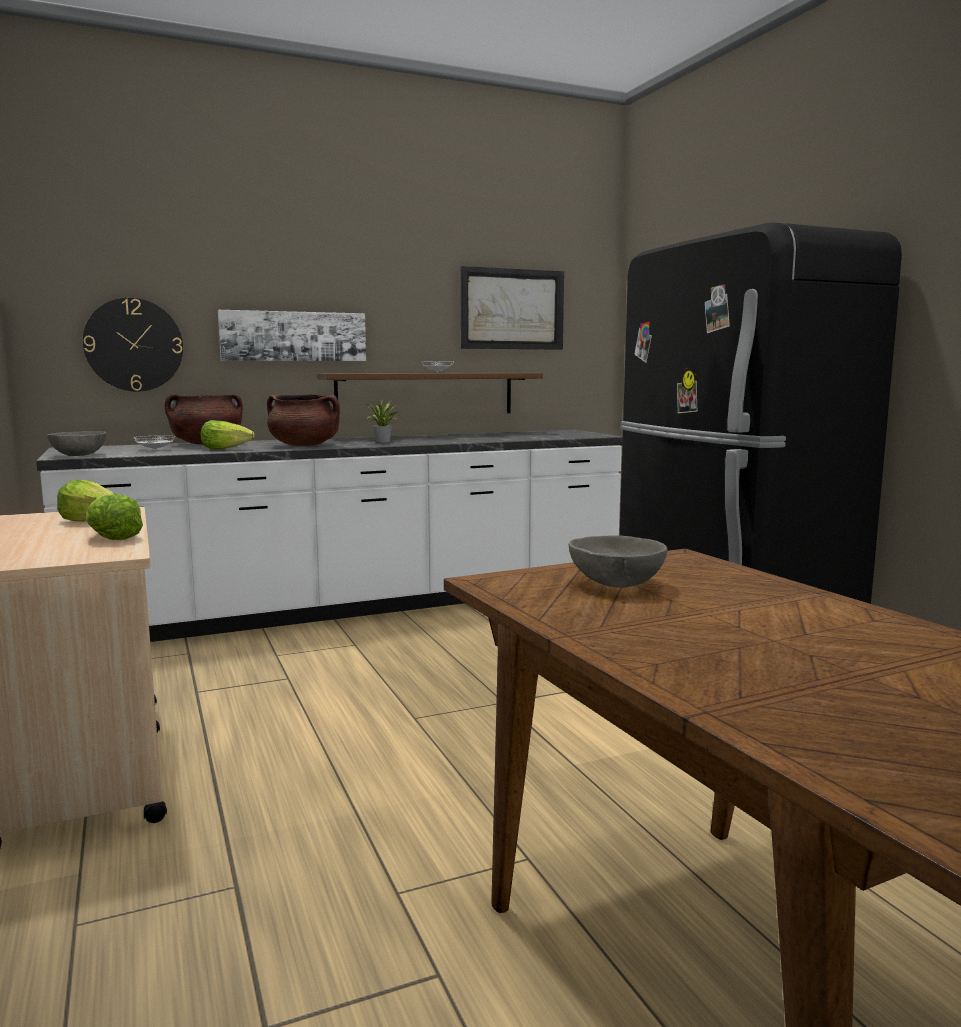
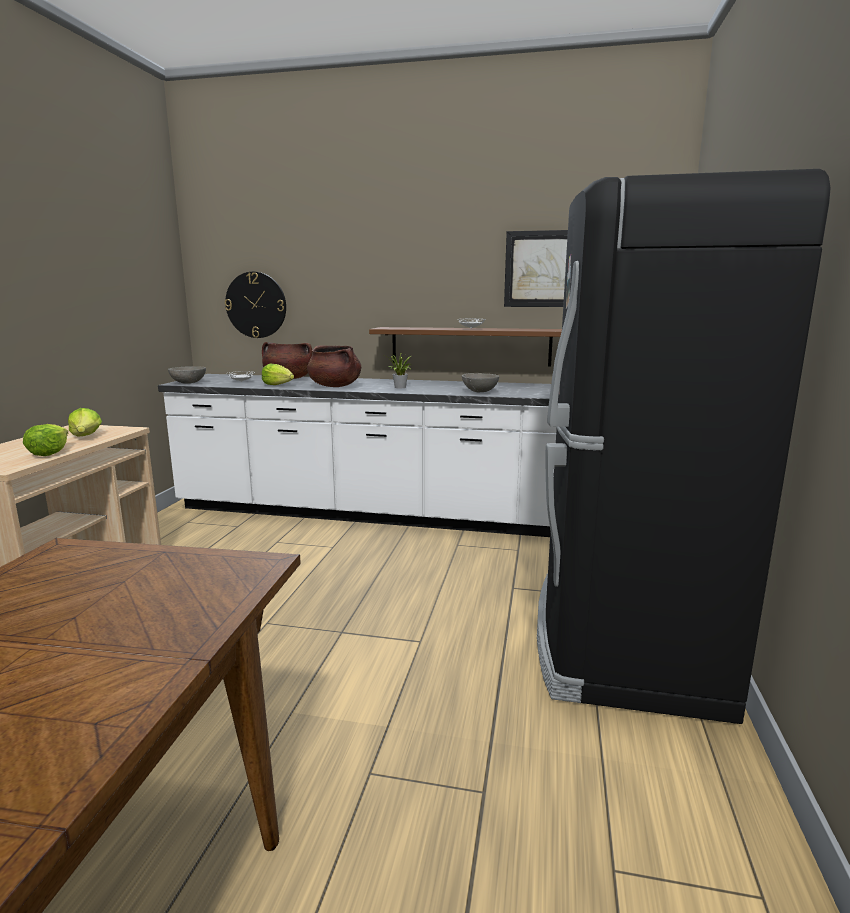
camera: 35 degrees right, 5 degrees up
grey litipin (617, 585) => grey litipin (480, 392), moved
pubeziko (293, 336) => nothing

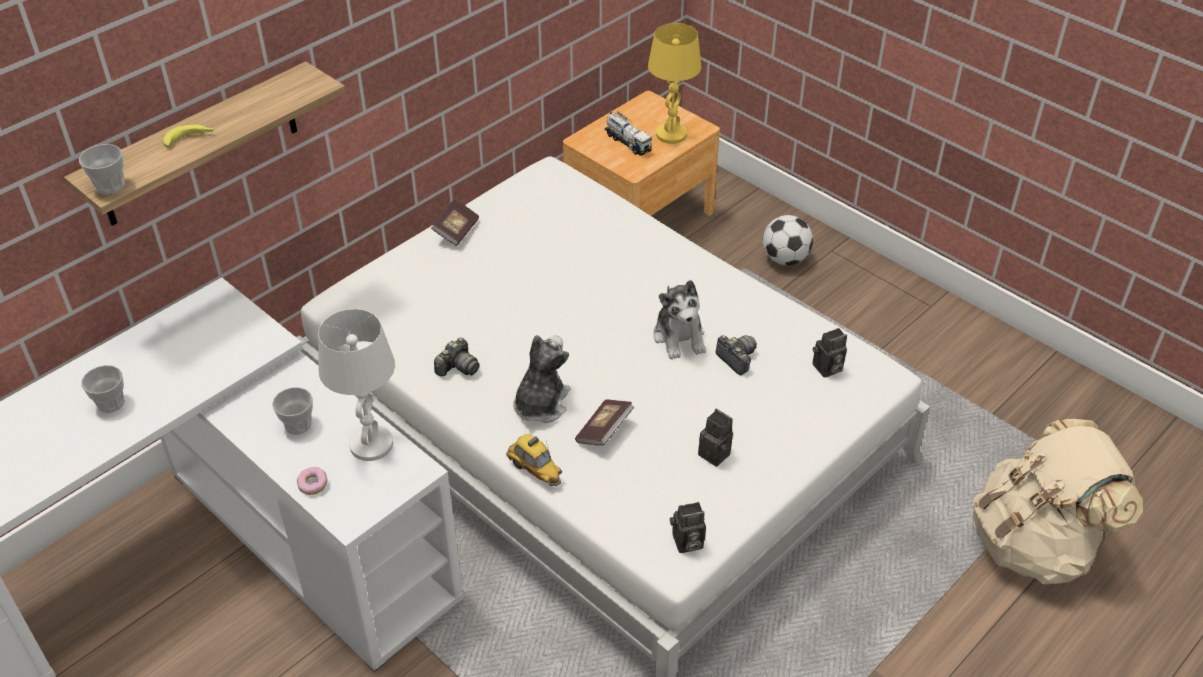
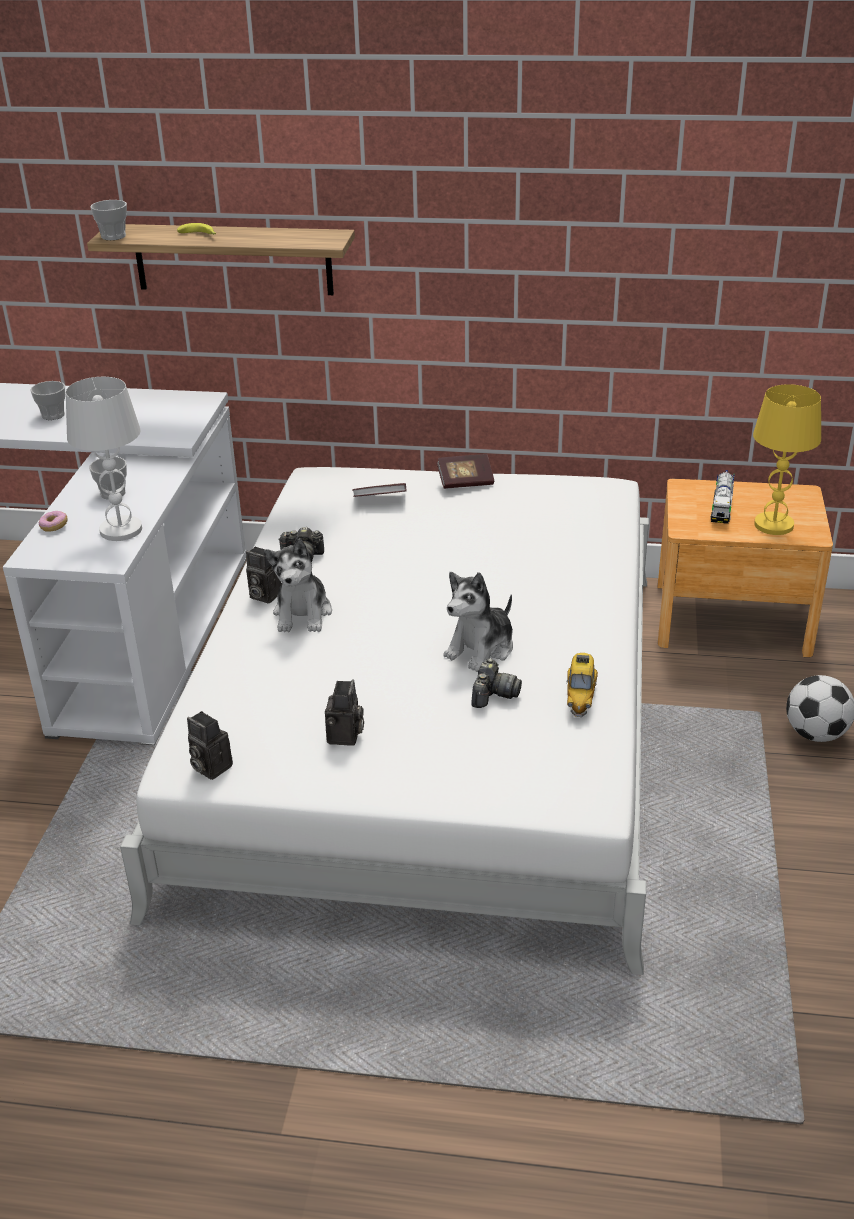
camera: 55 degrees right, 10 degrees down
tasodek (827, 369) => tasodek (263, 595), moved
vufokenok (540, 404) => vufokenok (303, 614), 105 degrees clockwise
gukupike (604, 431) => gukupike (380, 500), moved
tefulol (535, 470) => tefulol (580, 698), moved
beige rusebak (1035, 544) => nothing

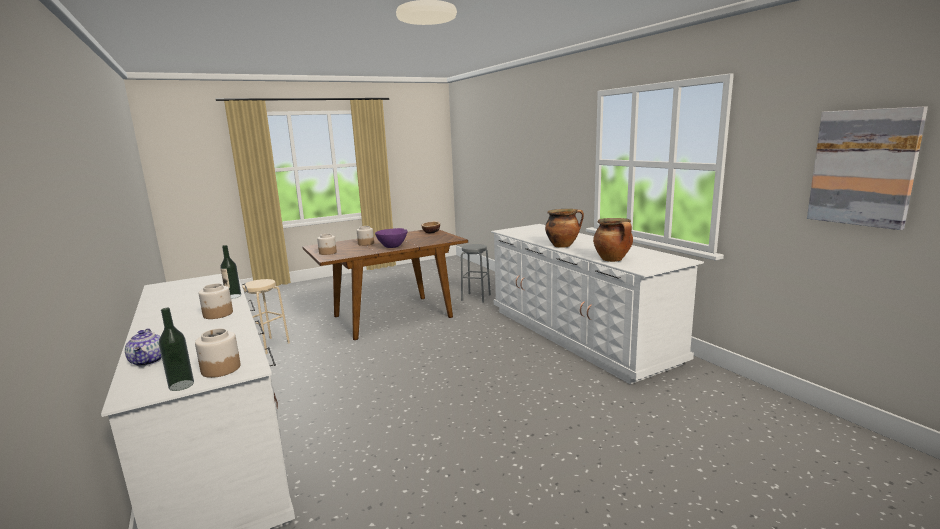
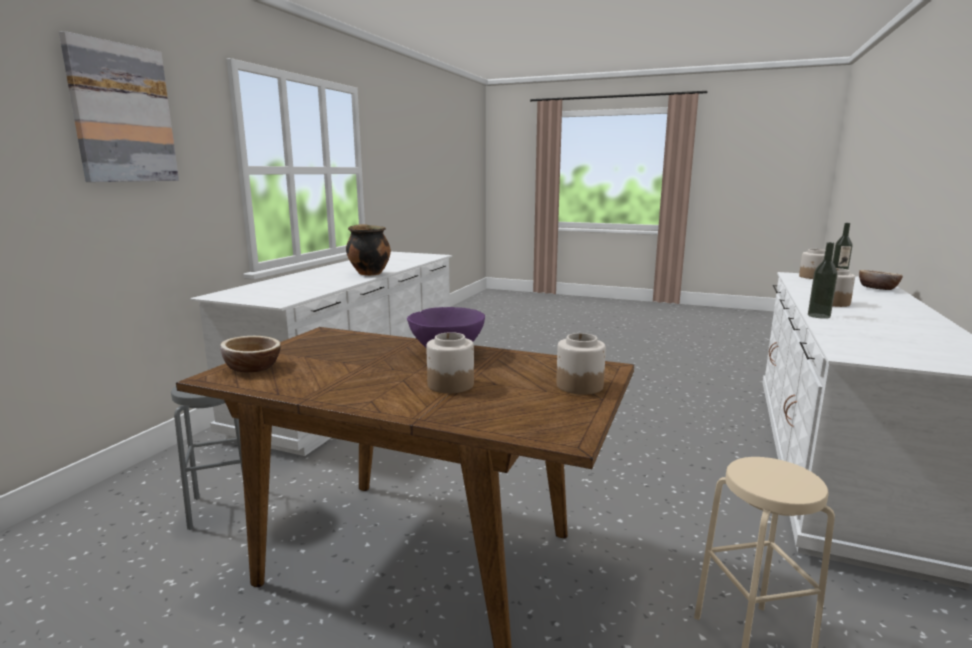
camera: 130 degrees left, 0 degrees up
pubeziko (863, 167) => pubeziko (122, 114), moved
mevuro (149, 361) => litipin (877, 288)
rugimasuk (613, 260) => nothing

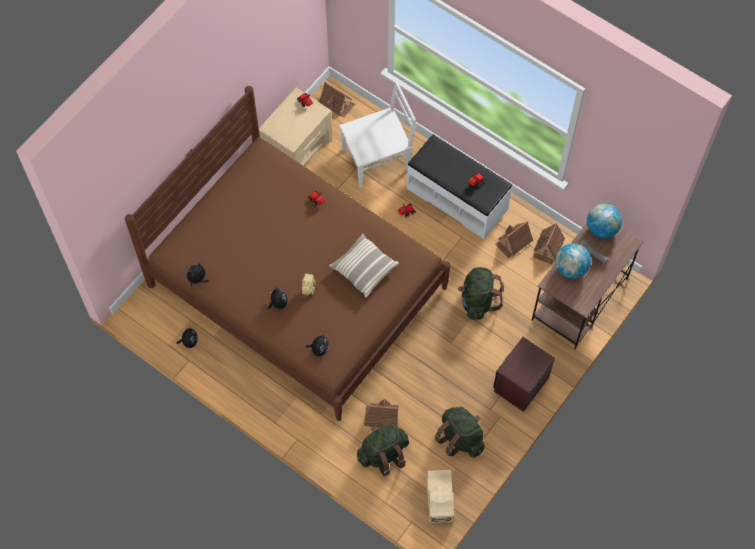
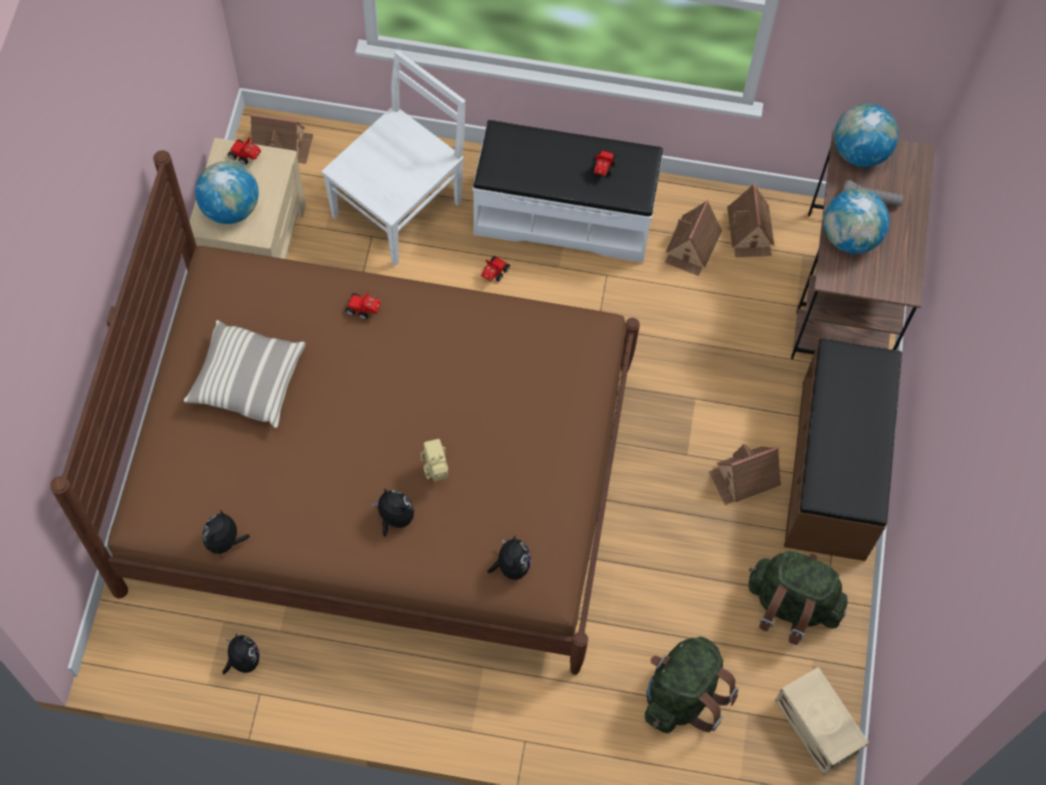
camera: 30 degrees left, 0 degrees up
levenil (364, 269) => levenil (247, 381), moved
nothing => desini (231, 208)
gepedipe (381, 416) => gepedipe (744, 477), moved
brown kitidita (521, 384) => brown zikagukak (834, 469)
green rusebak (478, 300) => nothing

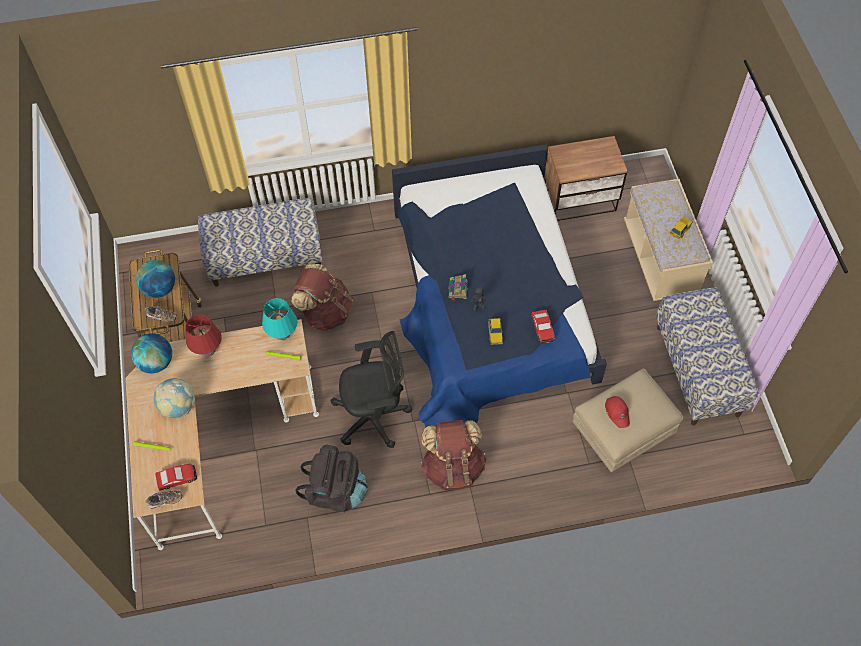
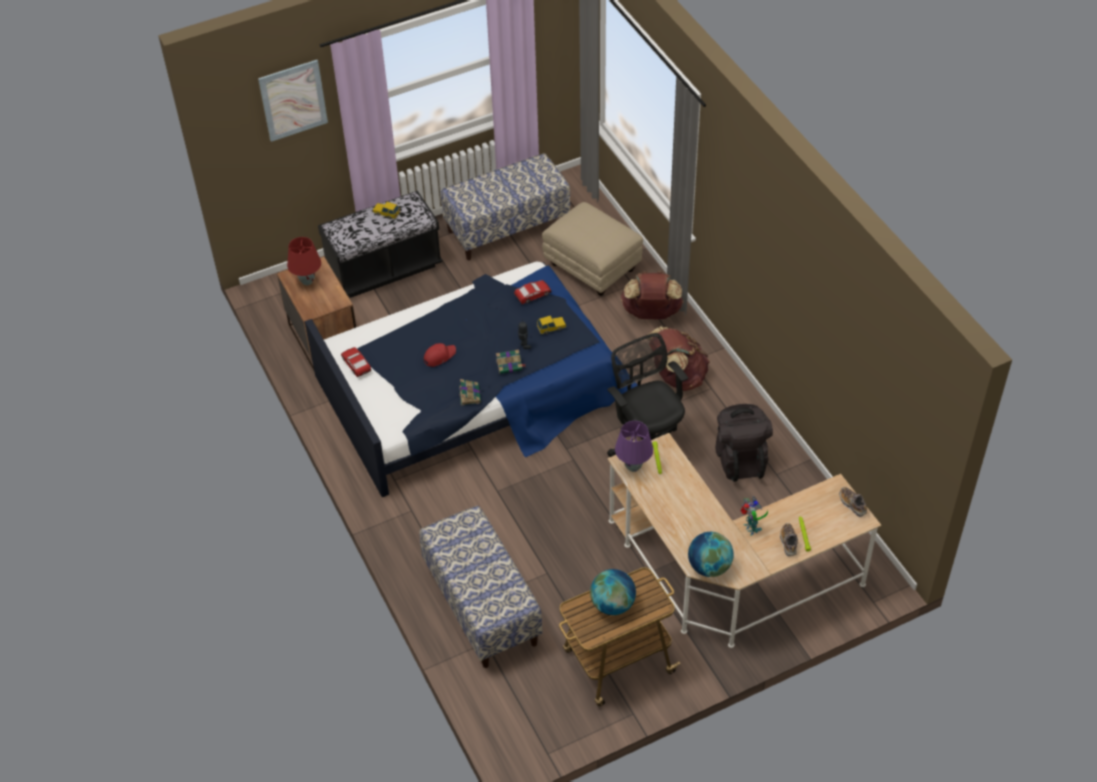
camera: 105 degrees left, 10 degrees down
nothing => pubeziko (293, 100)
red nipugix (208, 351) => red nipugix (307, 281), moved
beige zikagukak (660, 258) => black zikagukak (384, 268)
tefulol (177, 478) => tefulol (356, 364), moved
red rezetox (617, 412) => red rezetox (439, 356), moved
nothing => gukupike (469, 395)
turquoise nipugix (282, 336) => purple nipugix (633, 467)
brown rusebak (325, 312) => brown rusebak (651, 314), moved
desini (178, 407) => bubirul (751, 529)
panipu (162, 316) => panipu (788, 542), moved

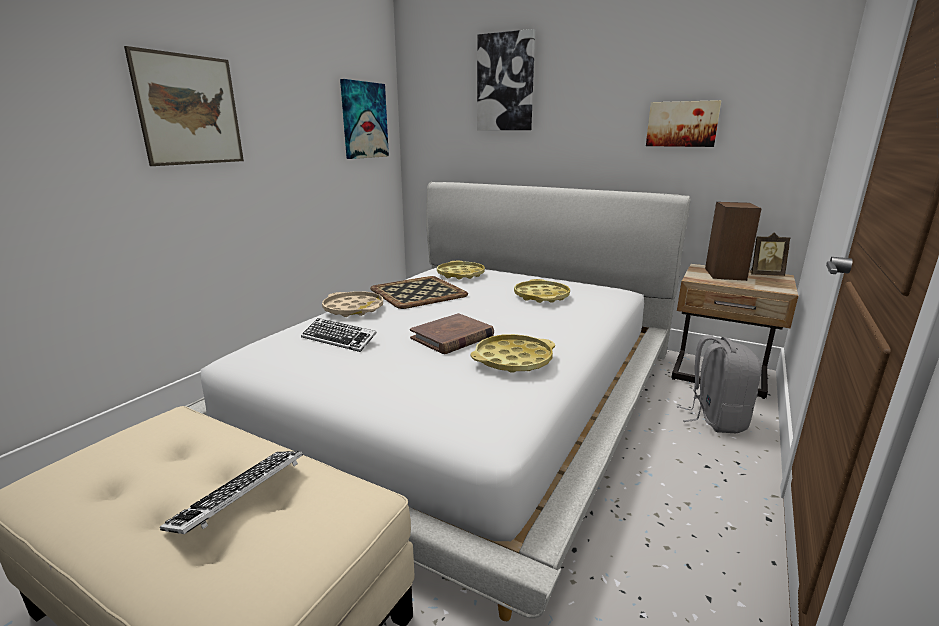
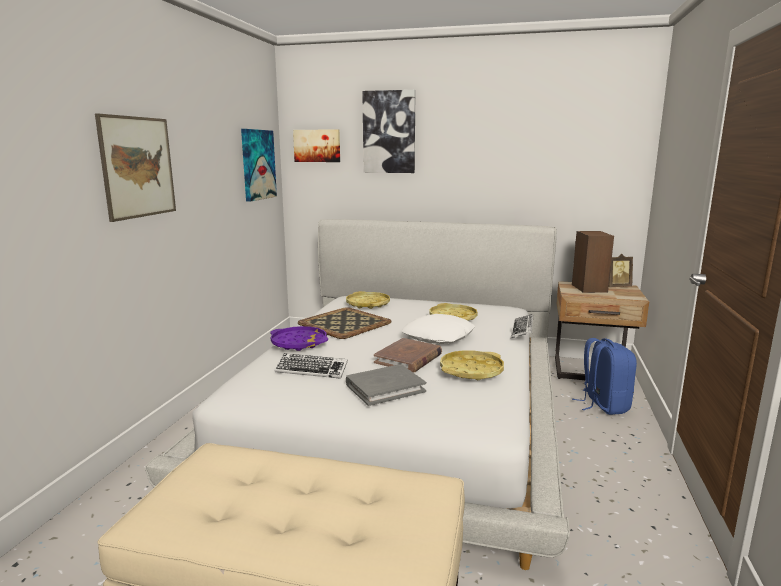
camera: 15 degrees left, 5 degrees down
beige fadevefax (353, 309) => purple fadevefax (299, 343)
pubeziko (682, 124) => pubeziko (317, 146), moved
nothing => grey gukupike (385, 388)
nothing => white levenil (439, 336)
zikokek (239, 497) => zikokek (522, 330), moved
grey rusebak (715, 419) => blue rusebak (603, 405)

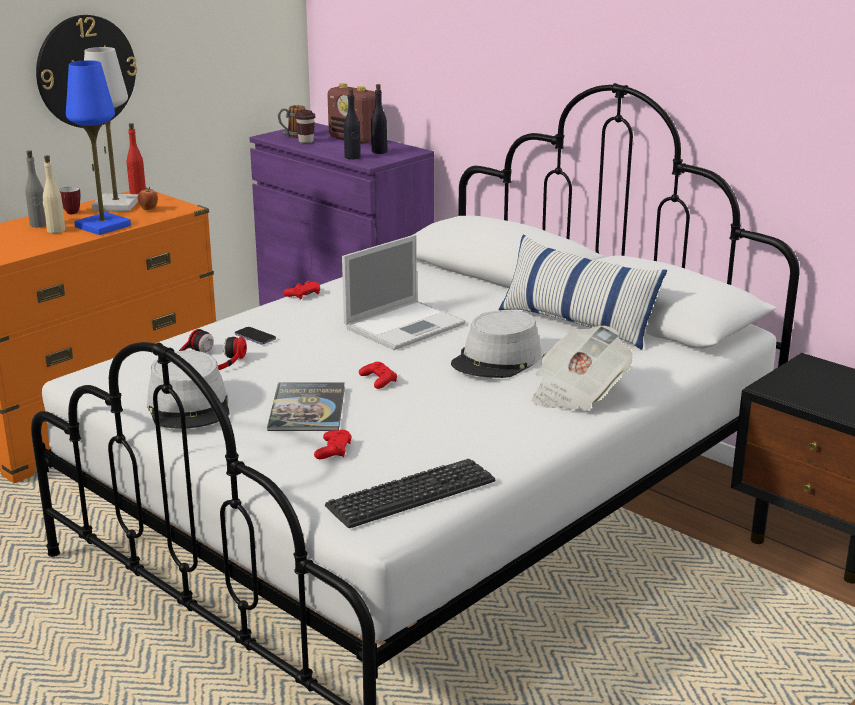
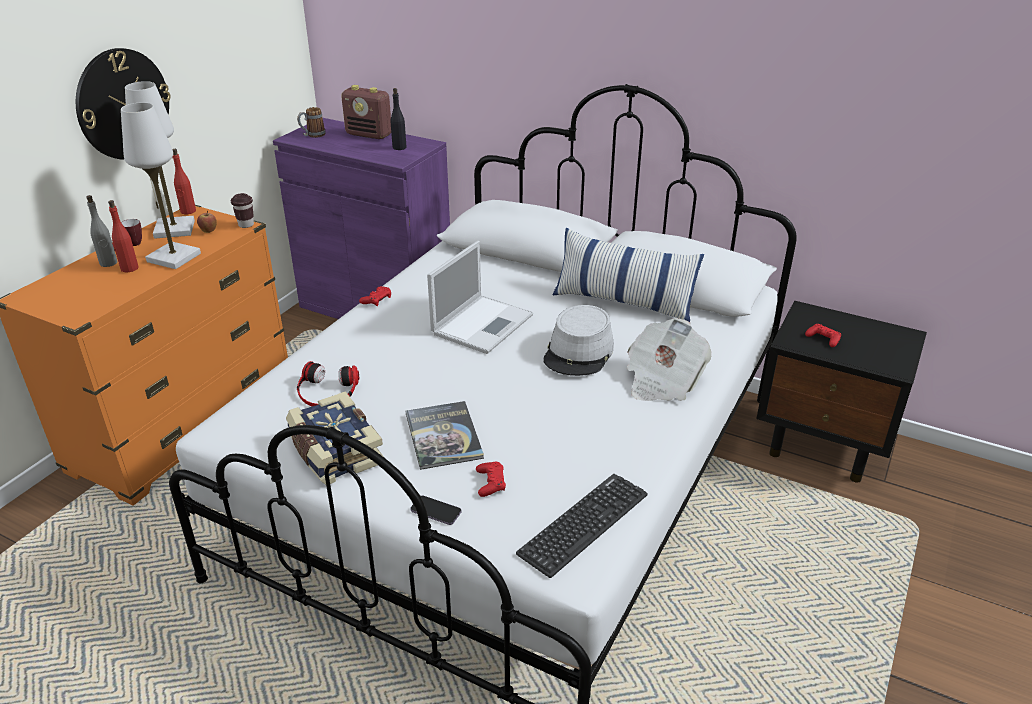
camera: 15 degrees left, 10 degrees up
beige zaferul (56, 230) => red zaferul (129, 268)
blue nipugix (102, 226) => white nipugix (173, 258)
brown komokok (306, 141) => brown komokok (246, 225), moved
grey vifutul (189, 407) => gukupike (334, 452)
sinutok (255, 337) => sinutok (436, 511), moved
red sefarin (378, 380) => red sefarin (823, 338), moved
black zaferul (352, 157) => nothing

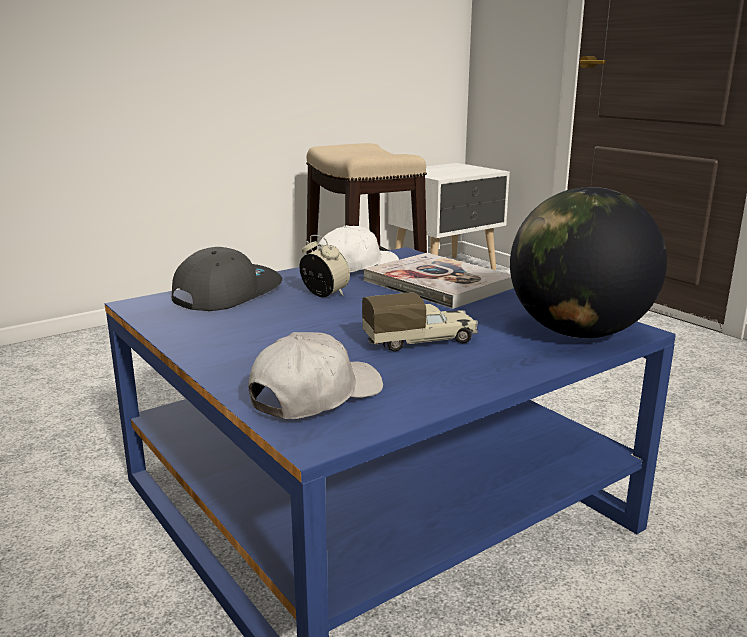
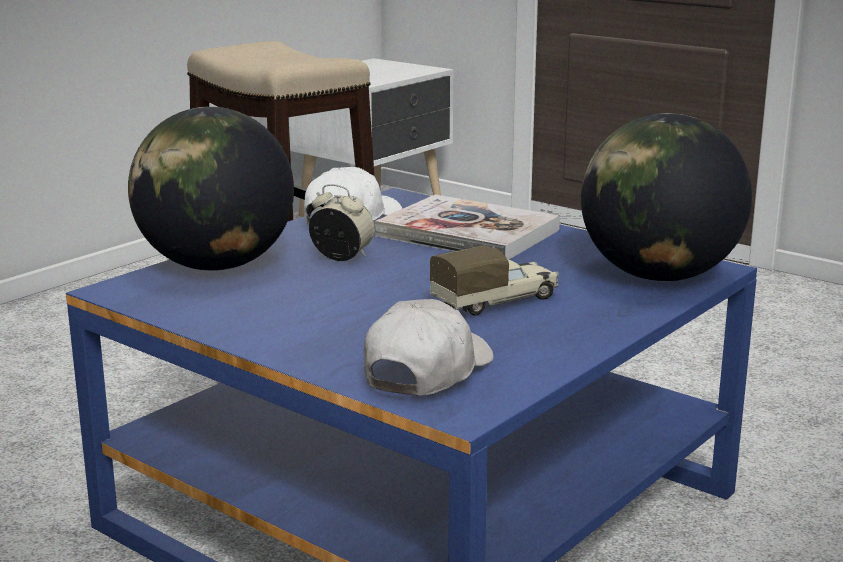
camera: 15 degrees left, 0 degrees up
grey rezetox (226, 293) => desini (216, 266)

